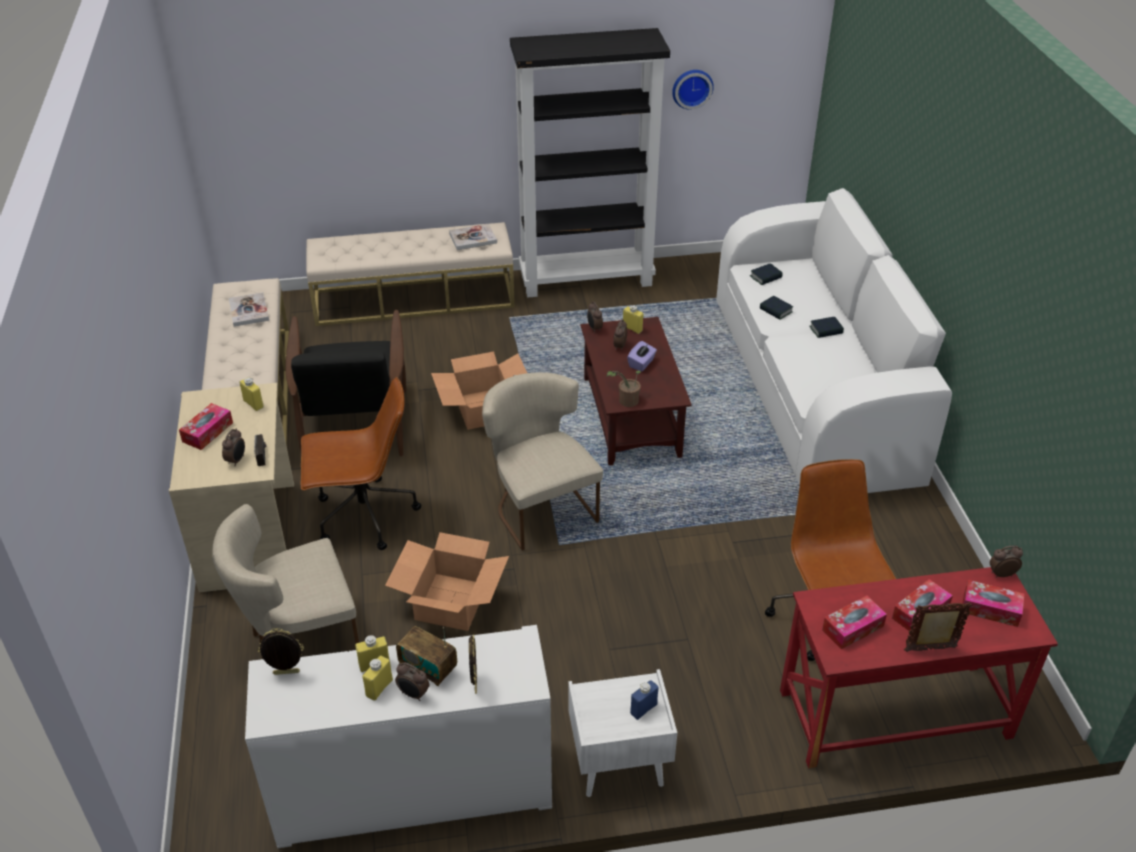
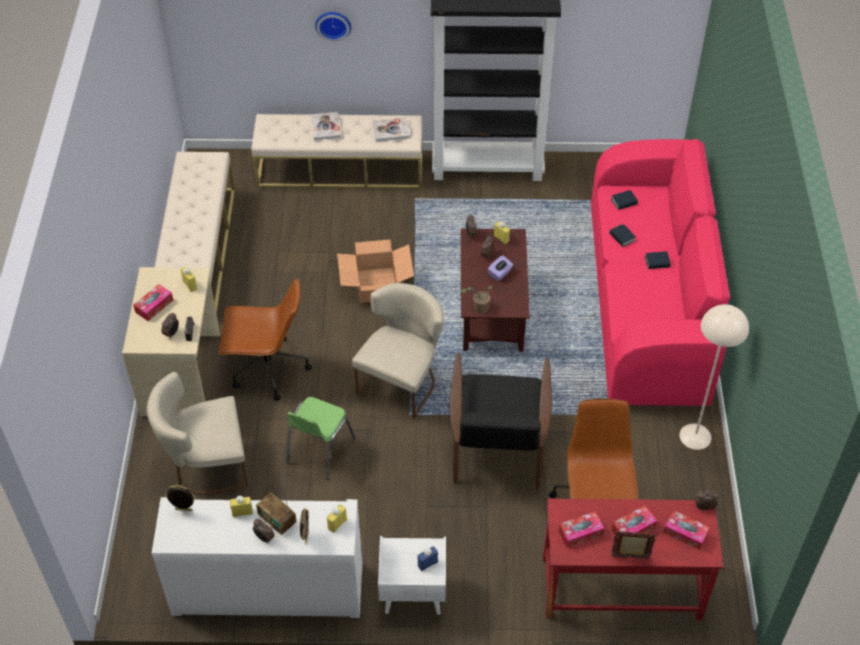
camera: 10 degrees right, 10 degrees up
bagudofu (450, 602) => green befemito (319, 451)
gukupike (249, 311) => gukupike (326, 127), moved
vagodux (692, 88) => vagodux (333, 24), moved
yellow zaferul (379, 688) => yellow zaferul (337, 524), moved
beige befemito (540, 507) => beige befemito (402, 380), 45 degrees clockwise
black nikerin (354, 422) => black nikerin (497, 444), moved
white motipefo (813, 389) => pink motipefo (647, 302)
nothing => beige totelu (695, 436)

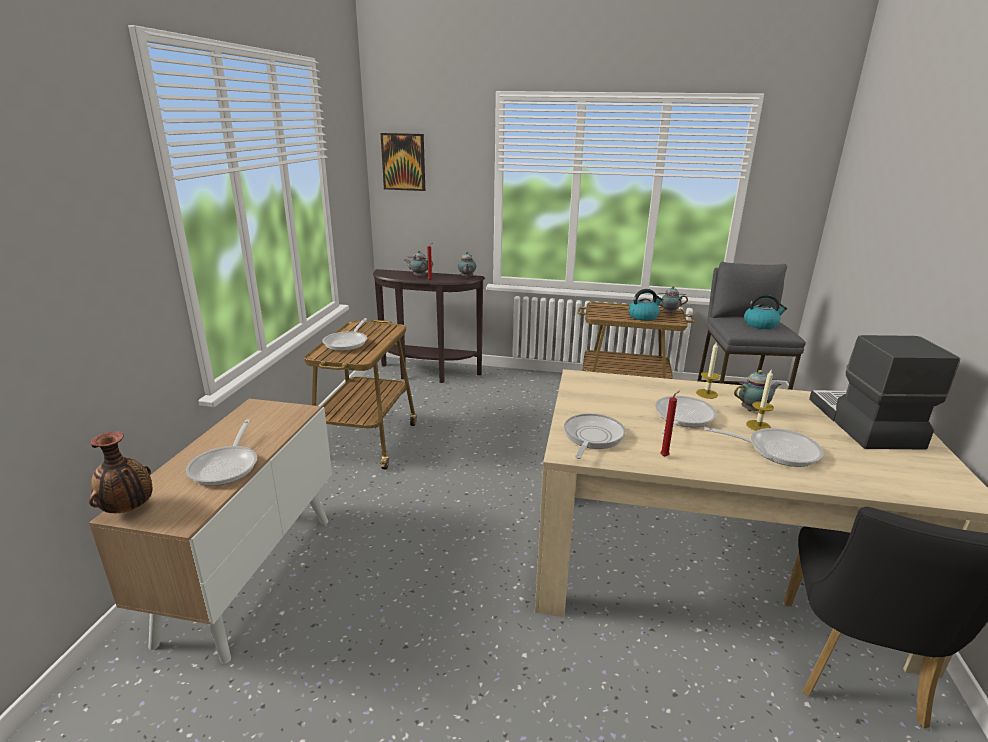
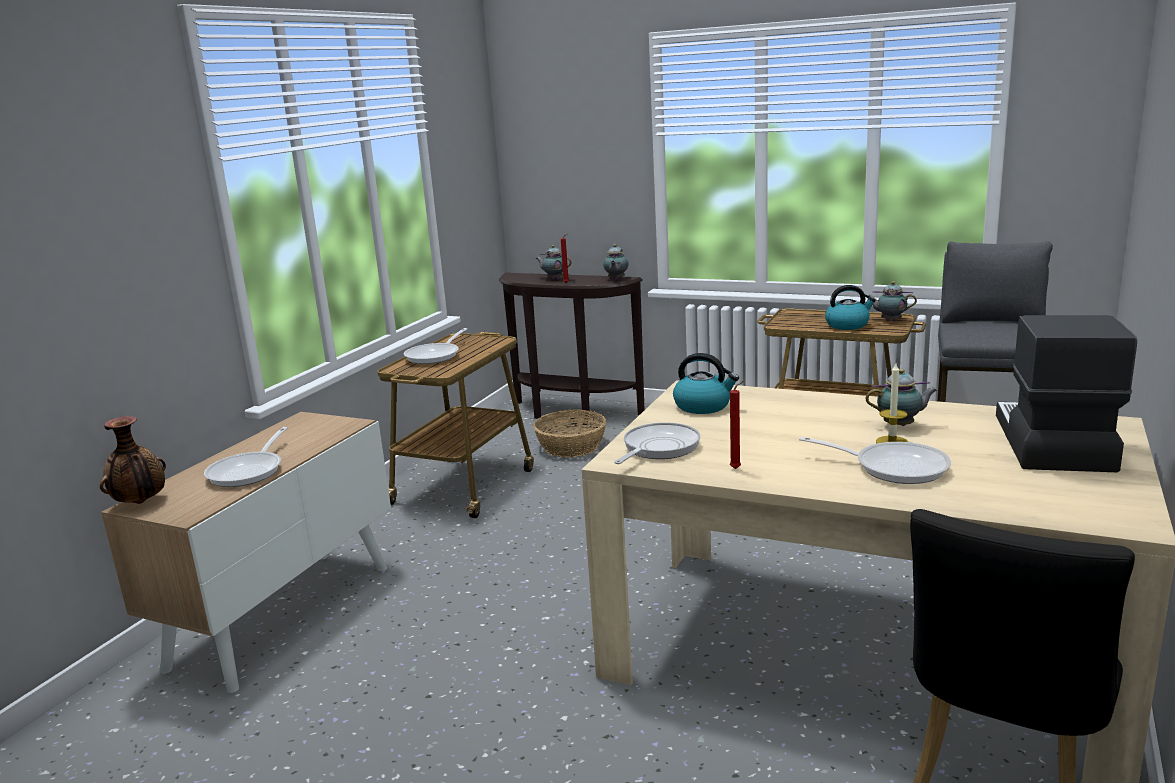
camera: 15 degrees right, 5 degrees down
nothing => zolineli (571, 446)
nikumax (761, 324) => nikumax (703, 406), moved
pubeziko (403, 162) => nothing
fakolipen (681, 418) => nothing
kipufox (706, 394) => nothing

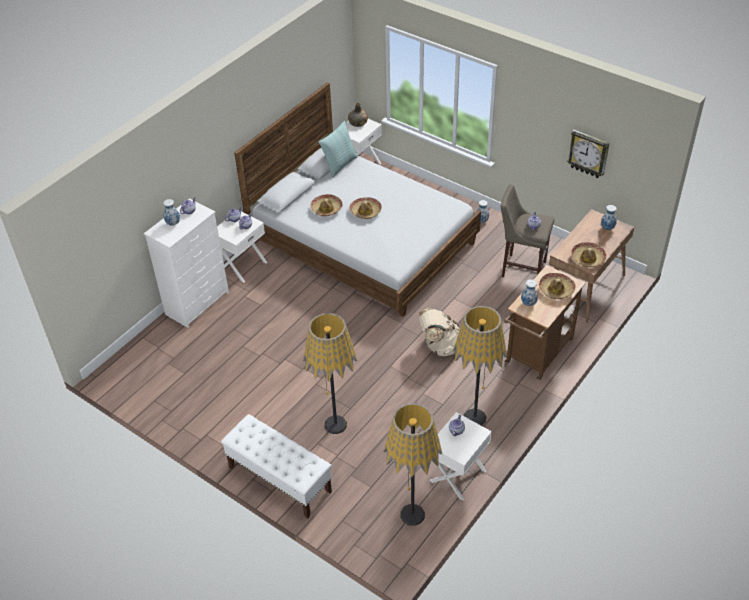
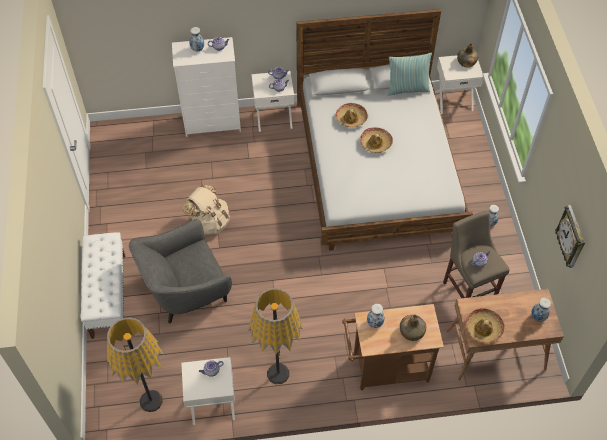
camera: 45 degrees right, 10 degrees up
totelu (335, 424) => grey nikerin (186, 290)
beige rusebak (439, 346) => beige rusebak (210, 222), moved
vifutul (556, 289) => green zaferul (412, 331)

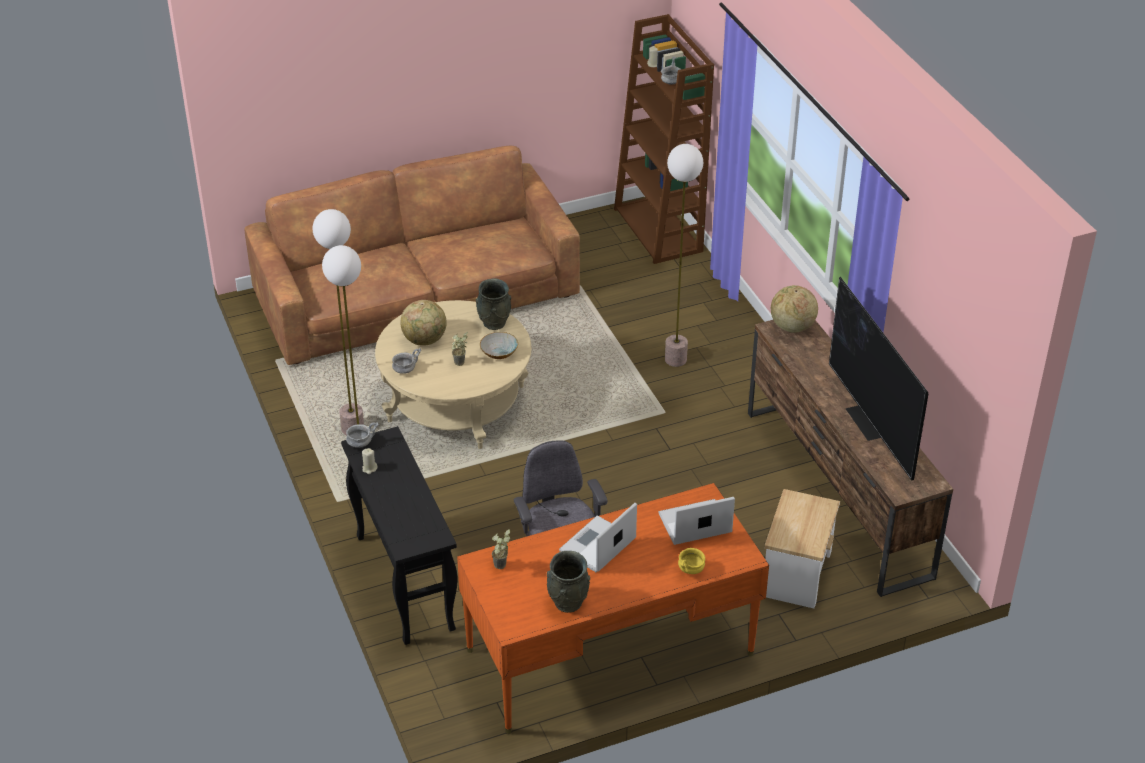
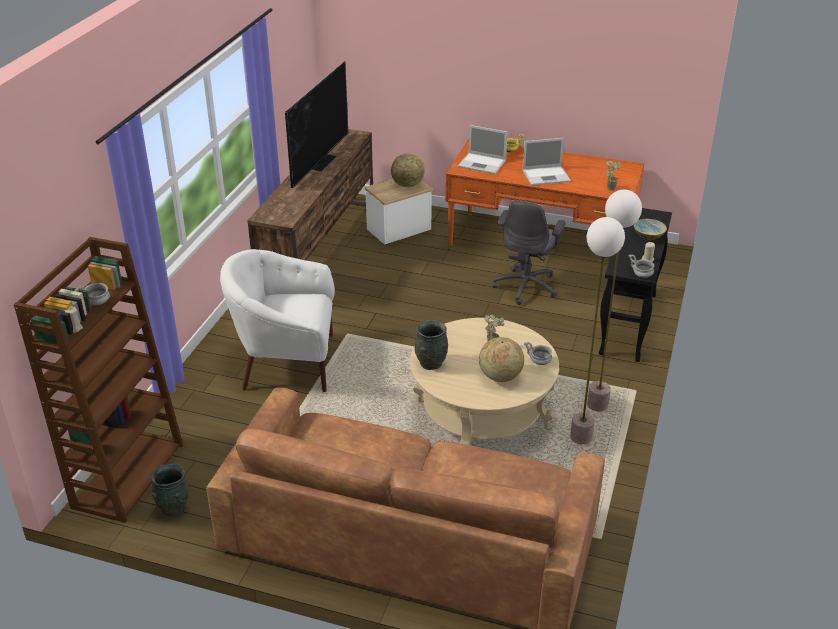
camera: 140 degrees left, 5 degrees down
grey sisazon (567, 601) => grey sisazon (173, 508), moved
totelu (676, 359) => white nikerin (287, 362)
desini (792, 327) => desini (407, 185), moved
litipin (499, 353) => litipin (649, 235), moved

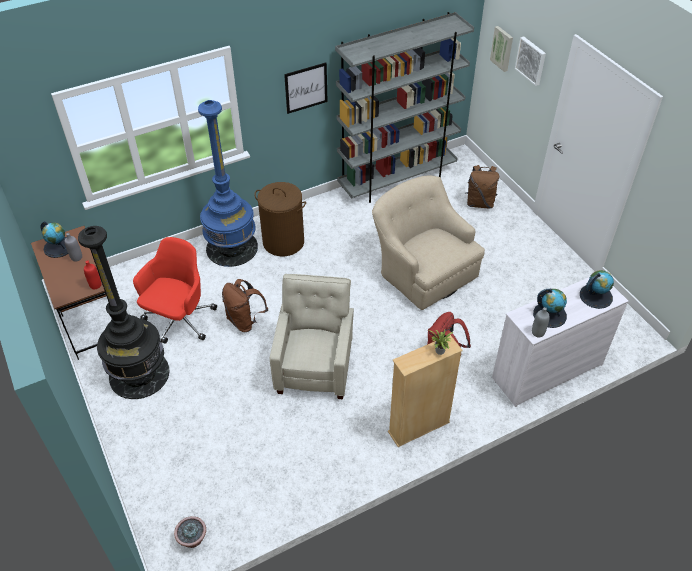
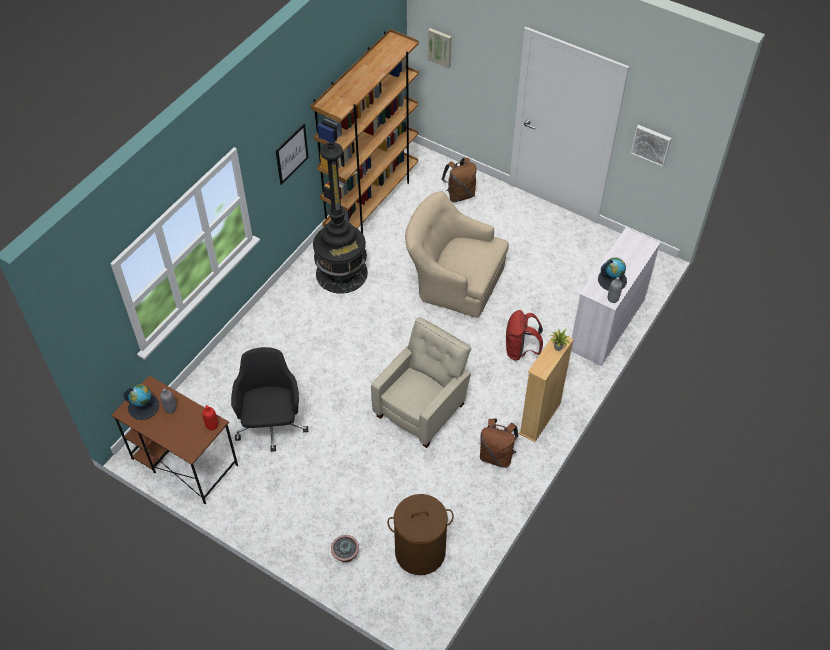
camera: 30 degrees left, 5 degrees up
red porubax (179, 321) => black porubax (272, 425)
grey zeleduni (397, 180) => brown zeleduni (371, 201)
black totelu (139, 374) => black totelu (341, 273), moved
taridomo (192, 539) => taridomo (345, 555), moved
beige nikerin (315, 366) => beige nikerin (423, 408), 60 degrees clockwise
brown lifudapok (283, 242) => brown lifudapok (420, 551), moved
brown rusebak (245, 321) => brown rusebak (496, 455), moved
pubeziko (531, 60) => pubeziko (651, 144), moved
blue totelu (232, 248) => nothing
desini (596, 296) => nothing

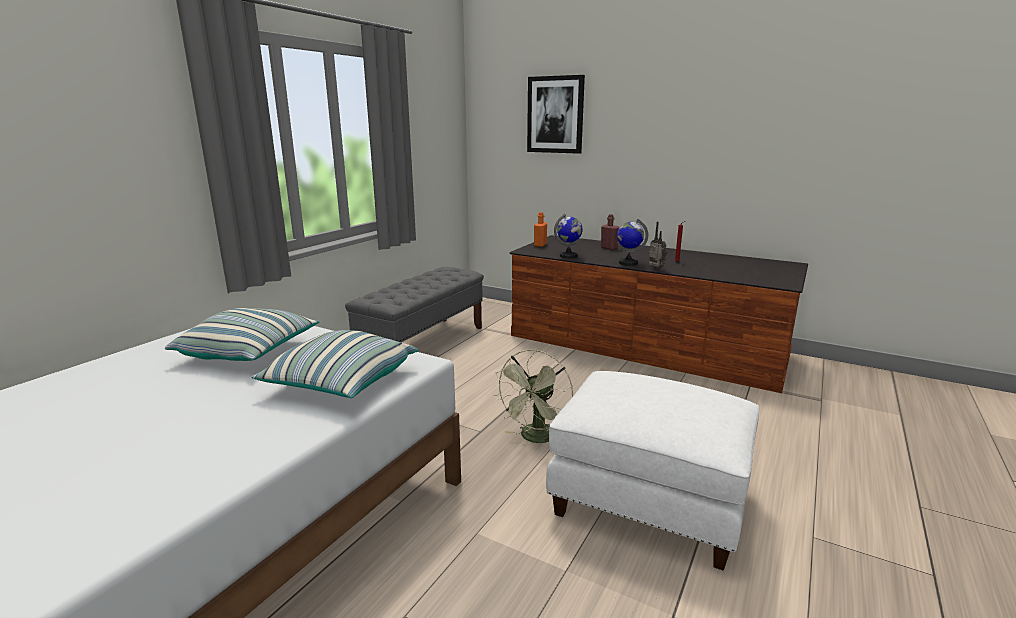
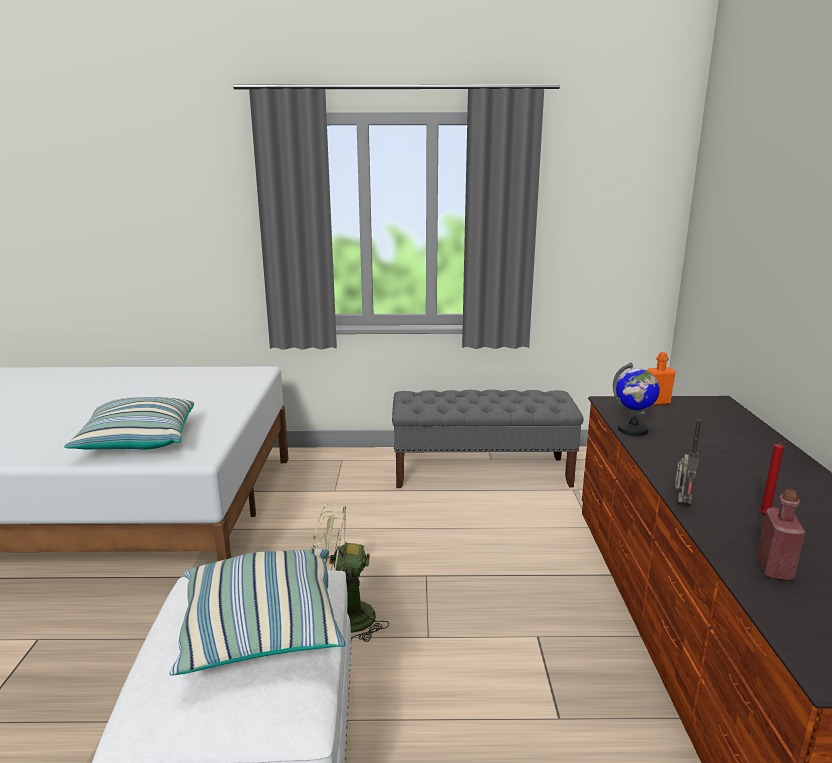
camera: 60 degrees right, 0 degrees up
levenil (249, 352) => levenil (262, 630), moved
red zaferul (608, 248) => red zaferul (774, 569), moved
pubeziko (555, 115) => nothing
desini (628, 263) => nothing

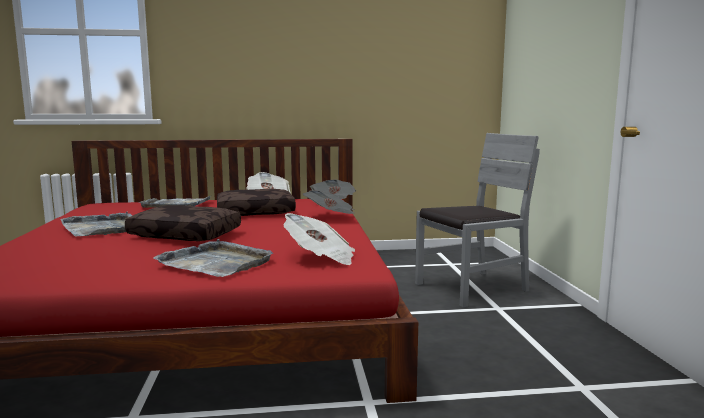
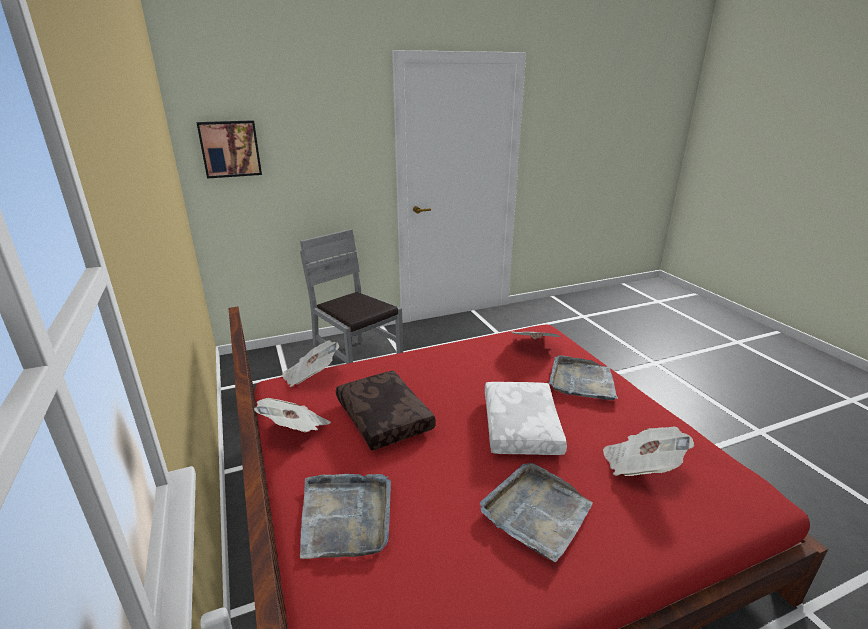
camera: 105 degrees left, 15 degrees up
nothing => pubeziko (230, 149)
brown levenil (187, 235) => white levenil (519, 426)
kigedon (331, 217) => kigedon (640, 466), moved

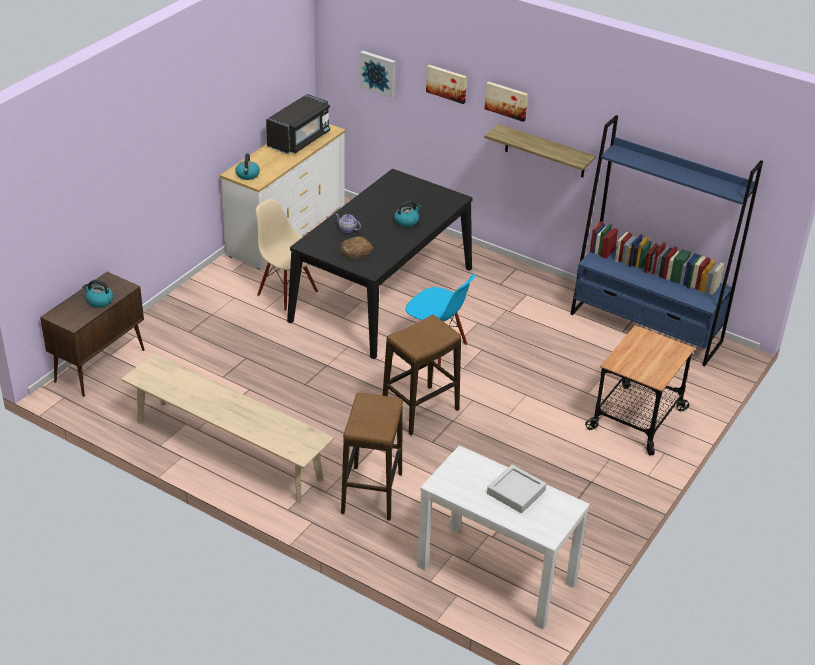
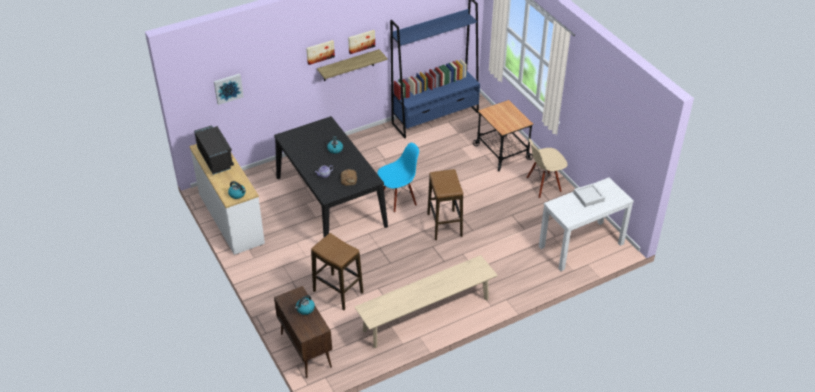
camera: 60 degrees left, 5 degrees up
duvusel (372, 493) => duvusel (338, 292), moved
pubeziko (447, 83) => pubeziko (361, 41), moved
beige befemito (288, 293) => beige befemito (543, 185), moved

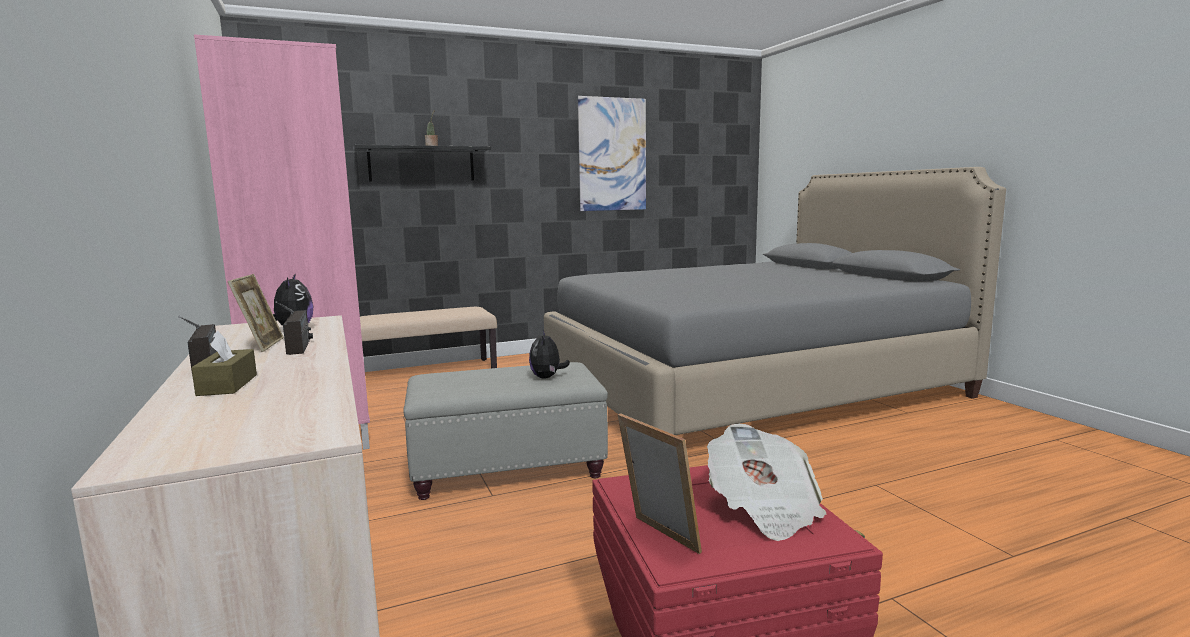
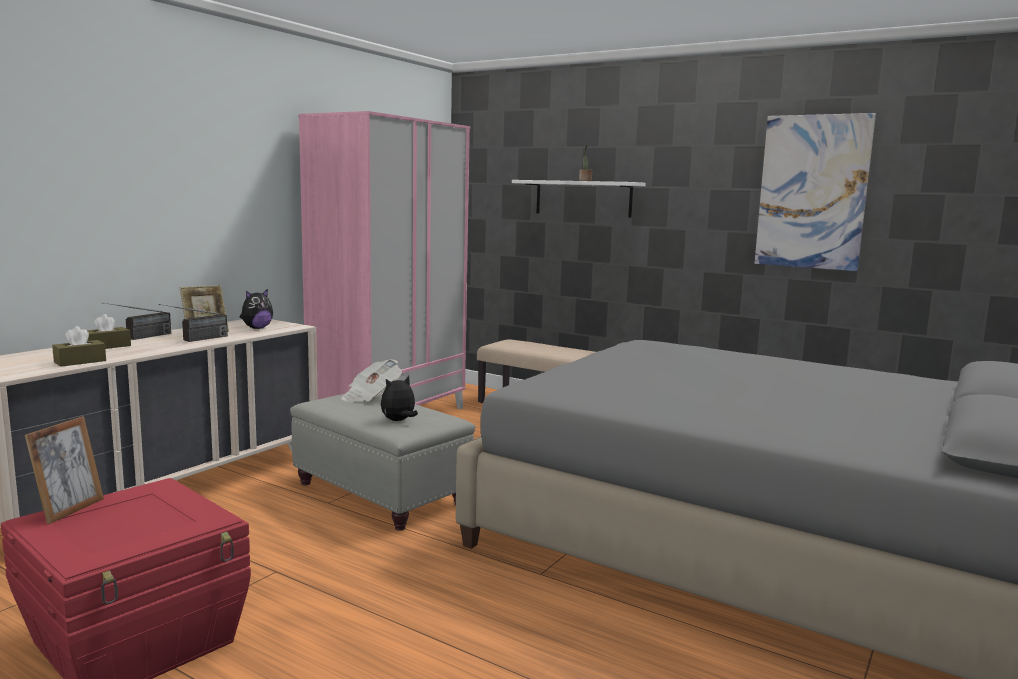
camera: 55 degrees right, 0 degrees up
nothing => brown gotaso (80, 361)
kigedon (763, 509) => kigedon (371, 396), moved
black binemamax (422, 164) => white binemamax (583, 198)

